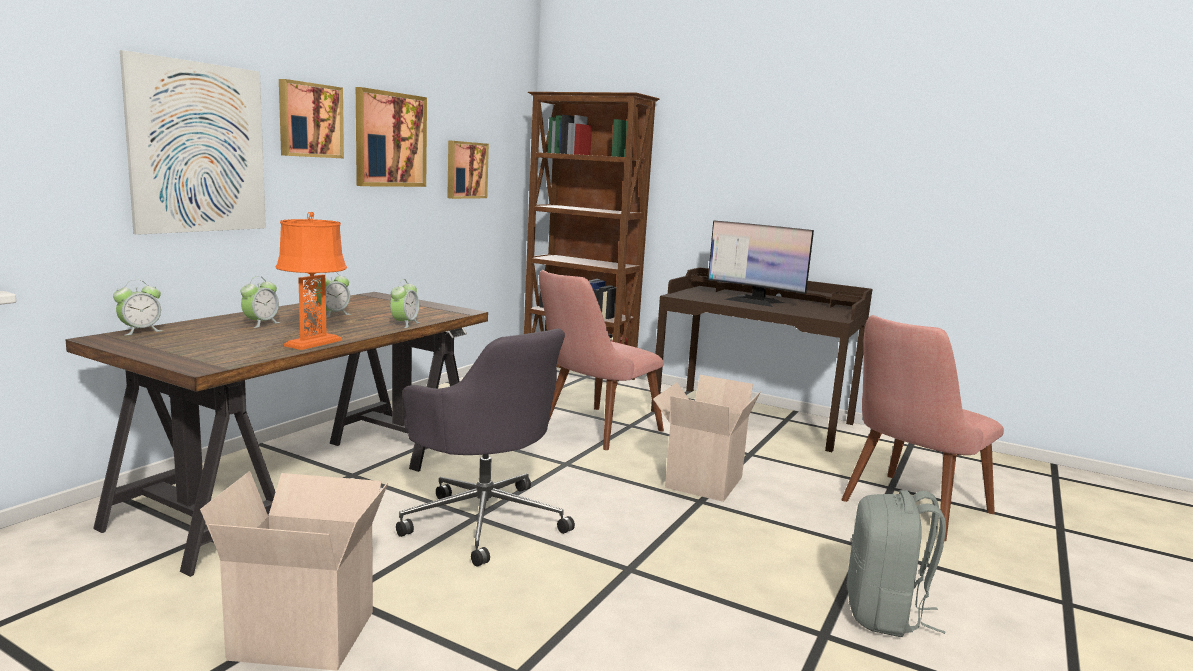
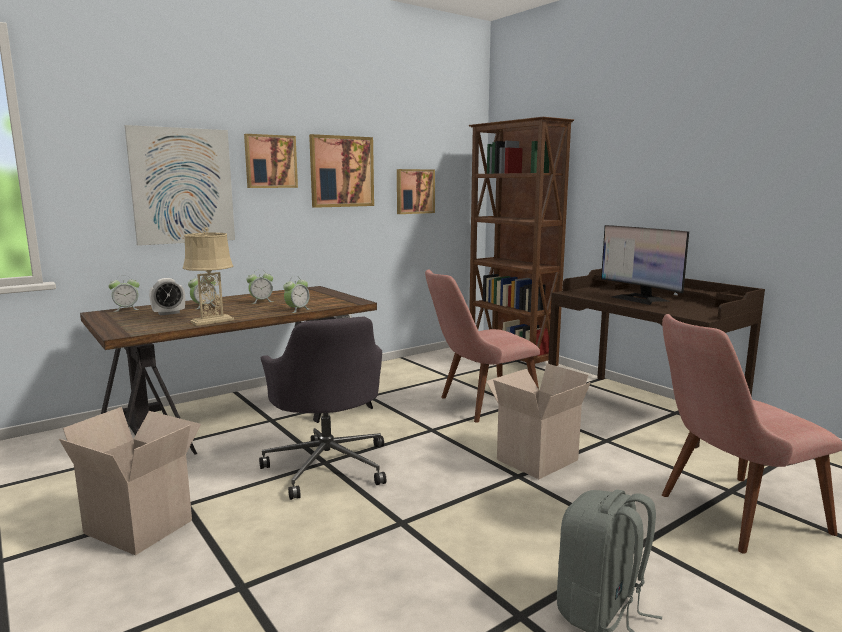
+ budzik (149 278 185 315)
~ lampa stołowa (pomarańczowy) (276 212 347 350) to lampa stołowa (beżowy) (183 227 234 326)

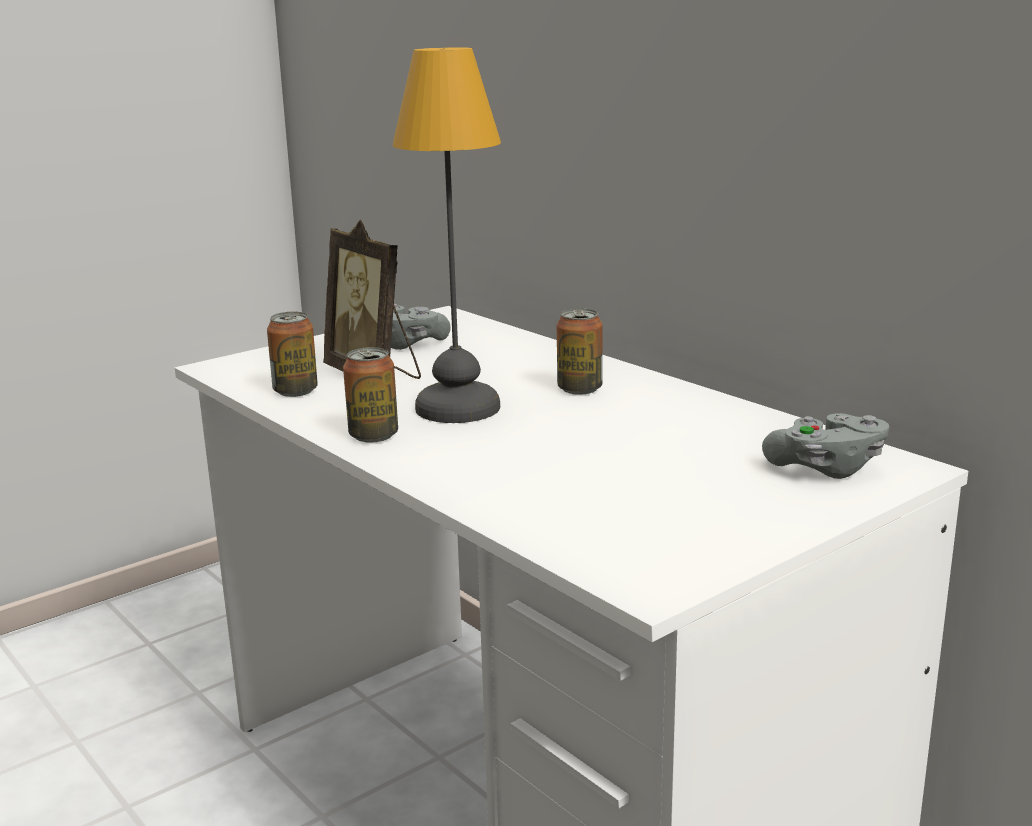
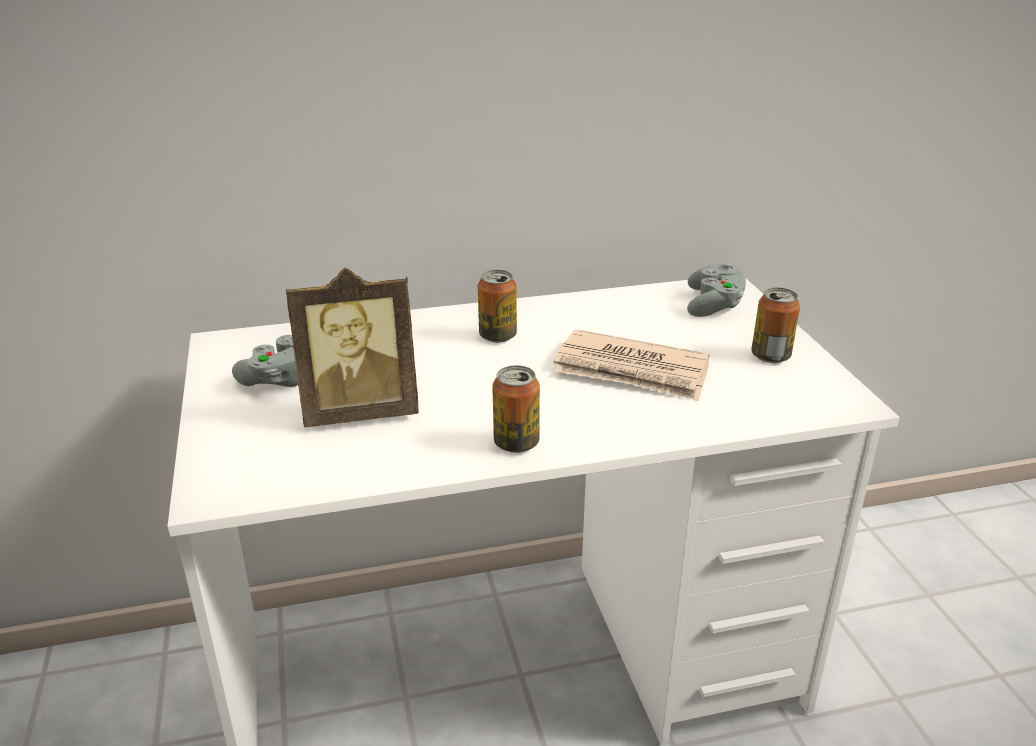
+ gazeta (554 329 710 401)
~ puszka (267 312 318 397) to (751 287 800 363)
- lampa stołowa (393 47 501 423)

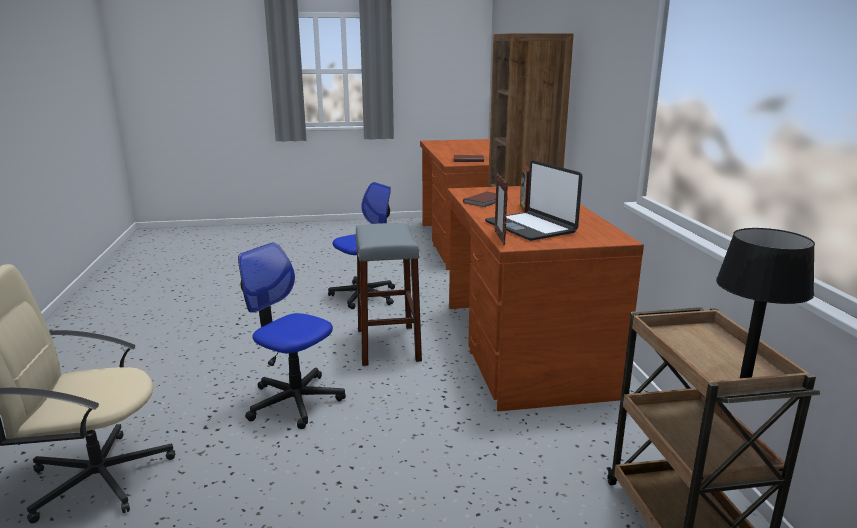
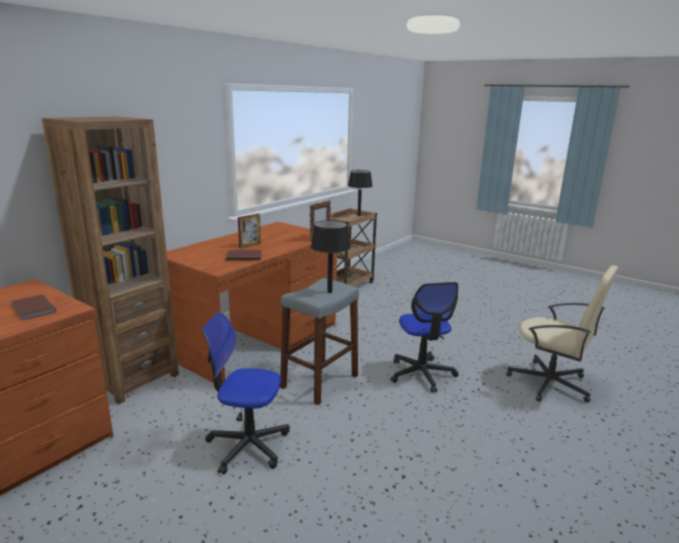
+ lampa stołowa (czarny) (311 220 351 293)
- laptop (485 160 583 241)

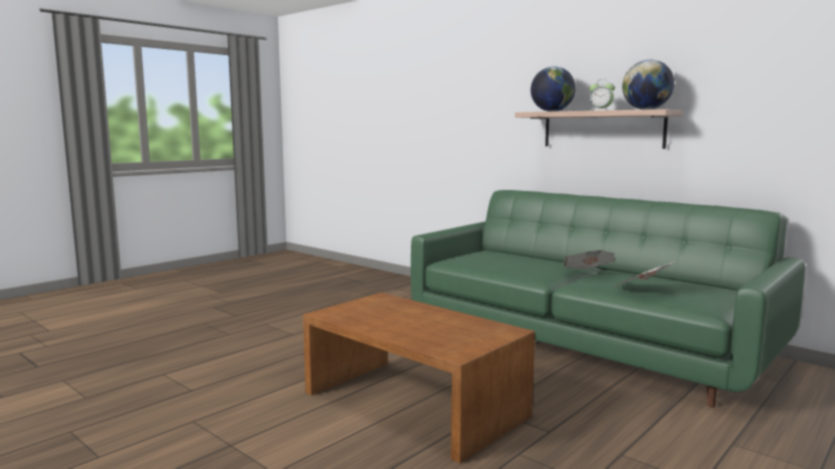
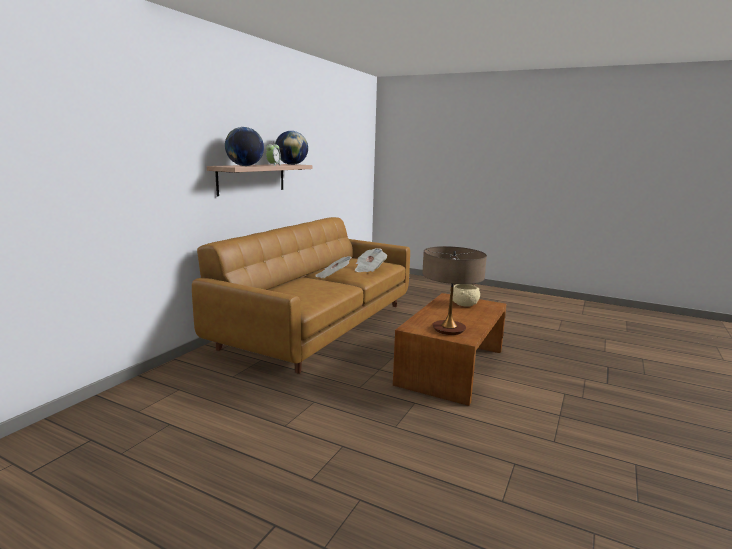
~ kanapa (zielony) (411 190 805 407) to kanapa (brązowy) (192 217 410 374)
+ lampa stołowa (422 246 487 335)
+ miska (beżowy) (453 284 480 307)

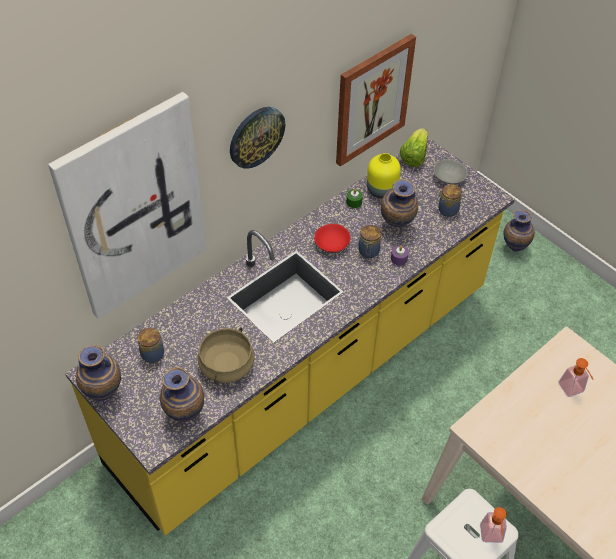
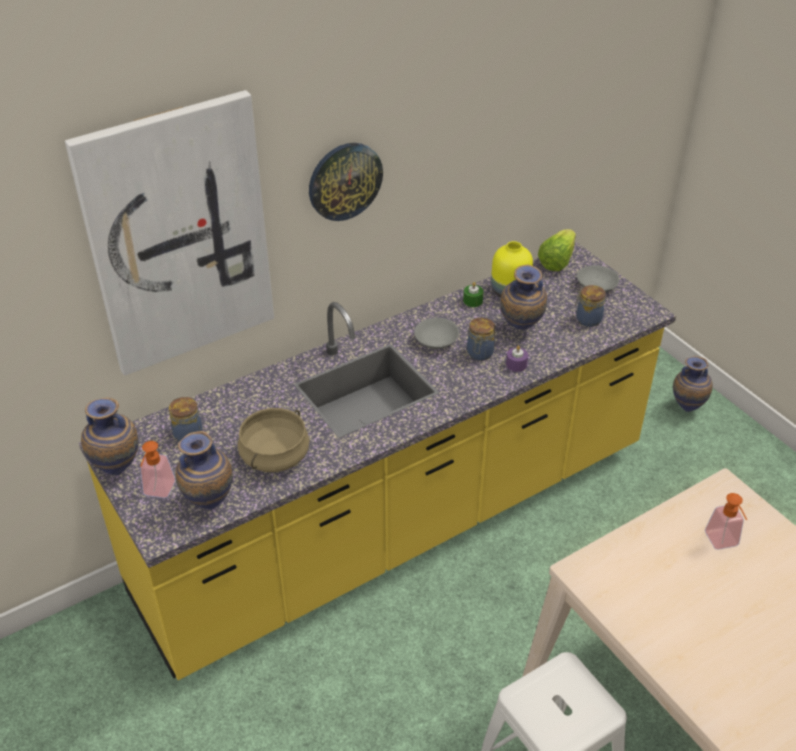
~ dozownik mydła (480 507 507 543) to (140 441 176 498)
~ miska (czerwony) (314 224 350 253) to miska (szary) (414 318 459 349)
- obraz (336 34 416 167)

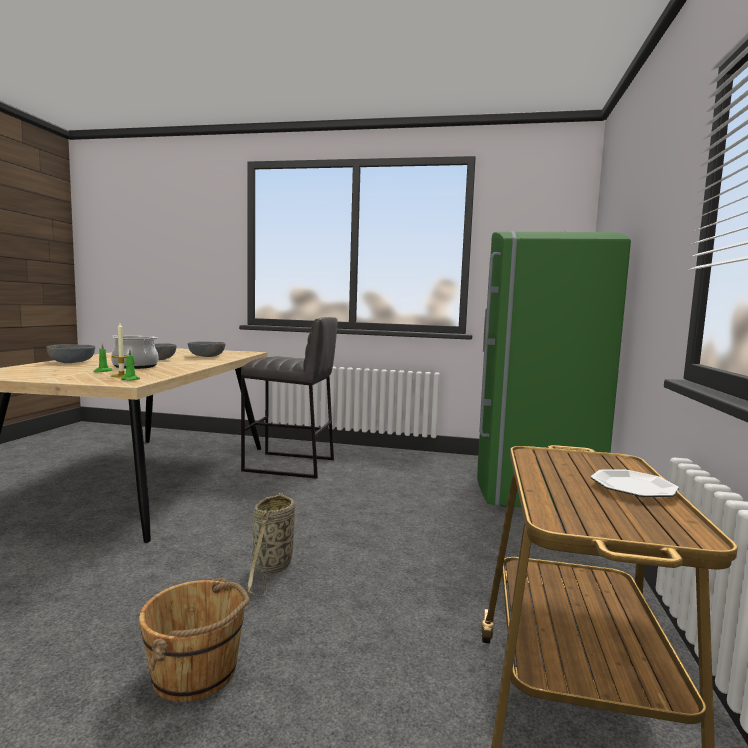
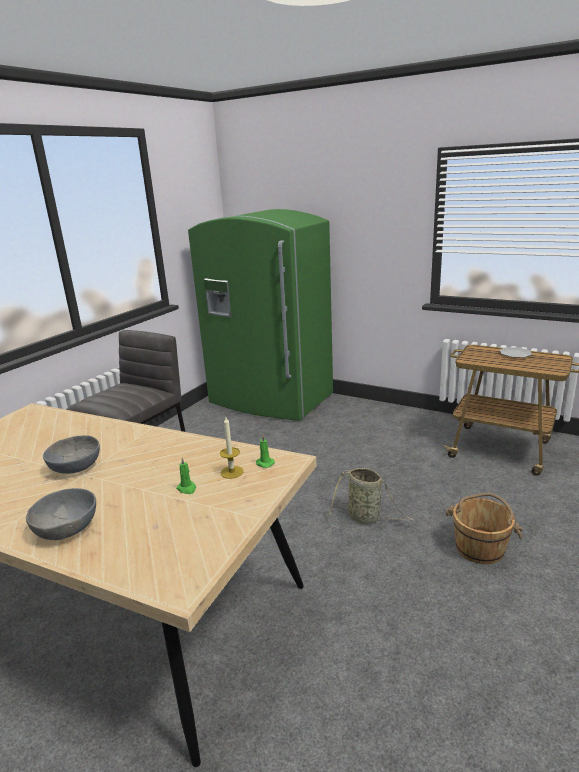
- garnek (111 335 159 369)
- miska (szary) (188 342 225 357)

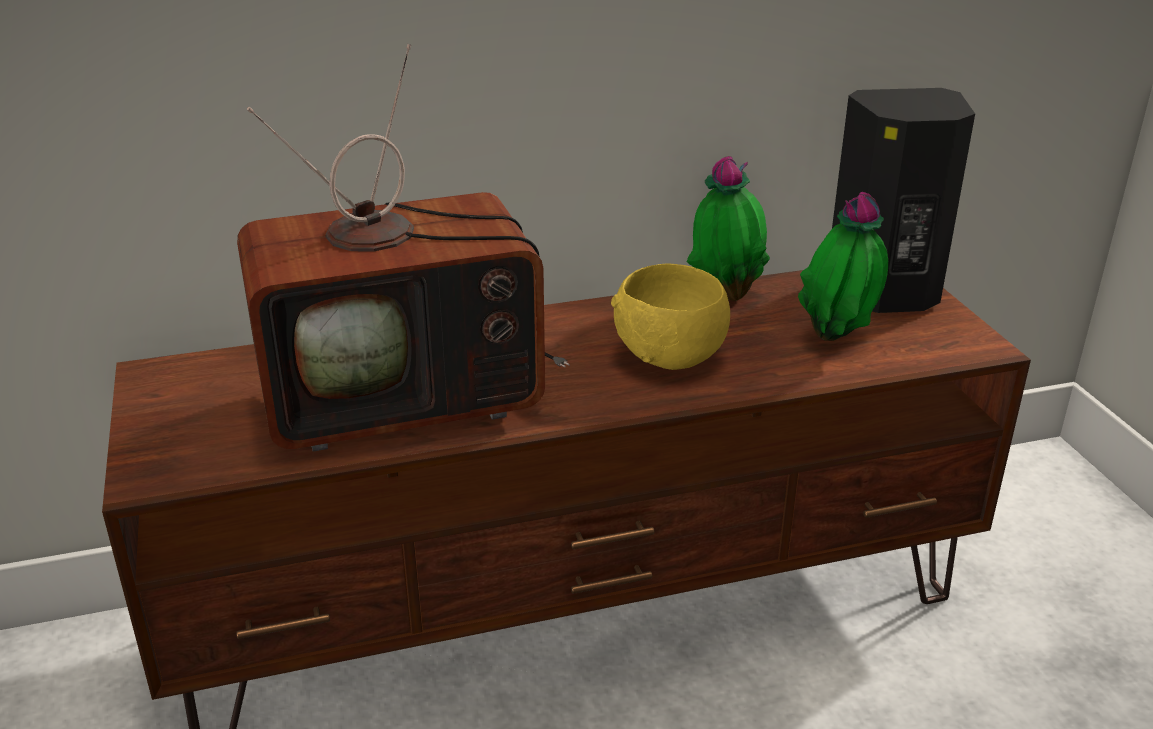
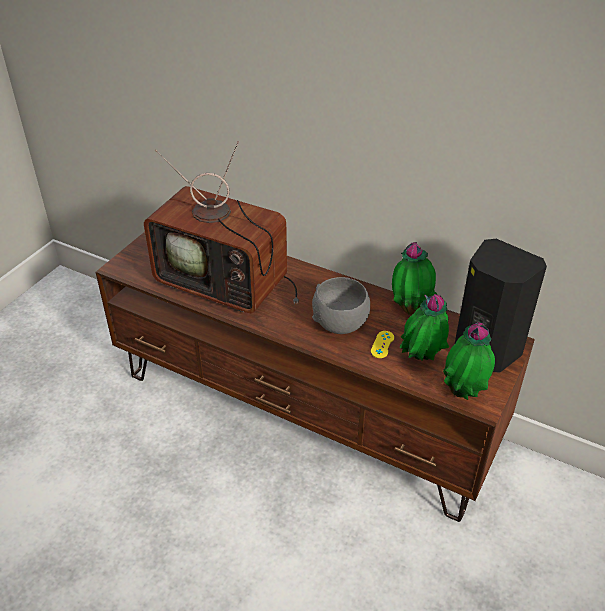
~ miska (żółty) (611 264 730 370) to miska (szary) (312 277 370 334)
+ pad do gier (żółty) (371 331 394 358)
+ roślina doniczkowa (443 322 495 400)

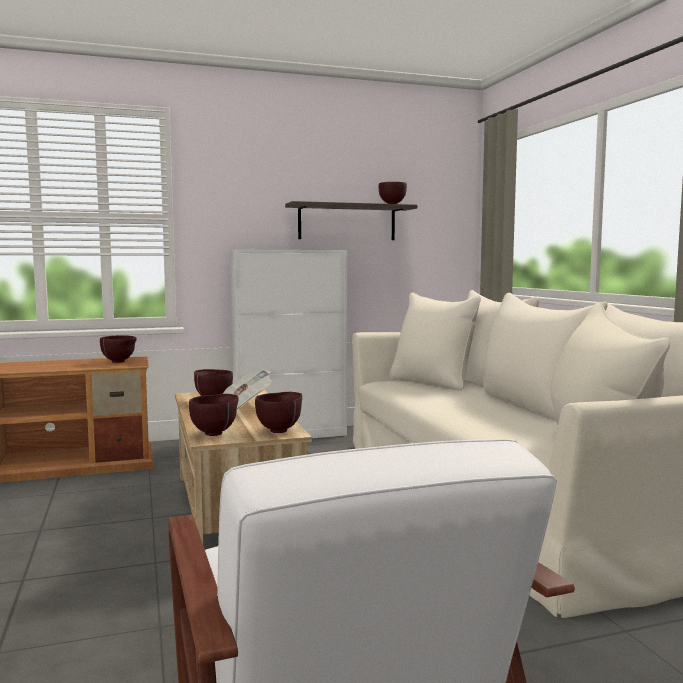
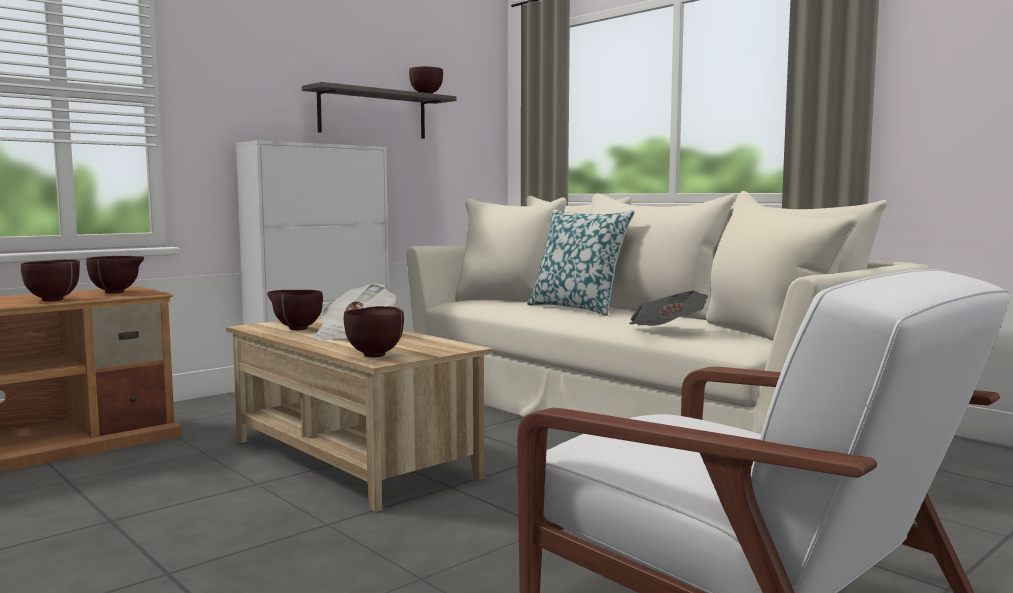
~ miska (brązowy) (255 392 302 433) to (21 260 80 301)
+ poduszka (527 209 635 316)
+ gazeta (629 291 709 326)

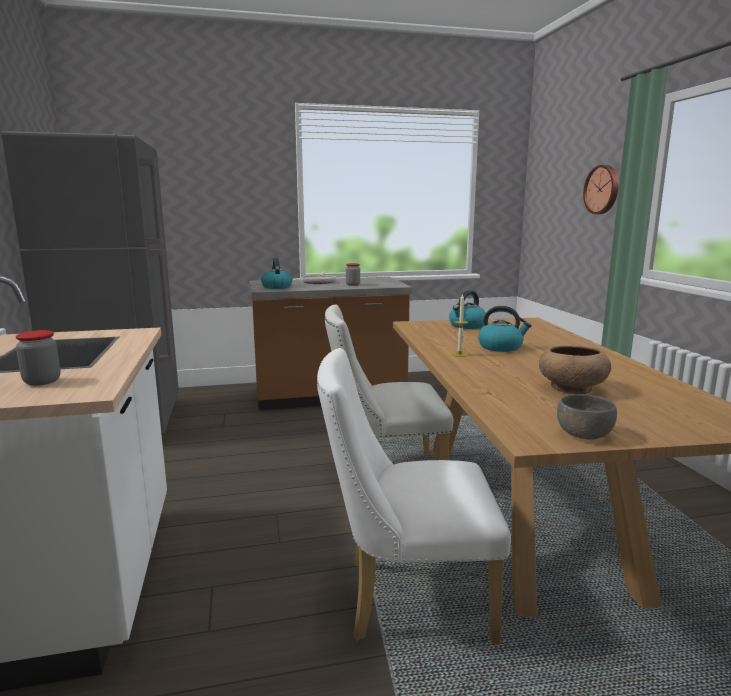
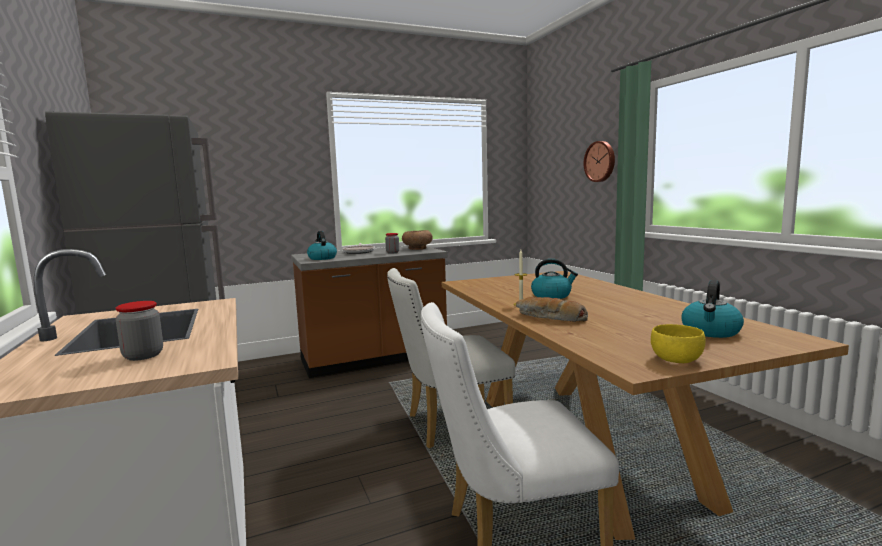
~ miska (brązowy) (539 345 611 394) to (402 230 433 250)
+ chleb (516 297 588 322)
~ miska (szary) (557 394 617 440) to miska (żółty) (651 324 706 363)
~ czajnik (449 290 486 329) to (681 280 744 338)

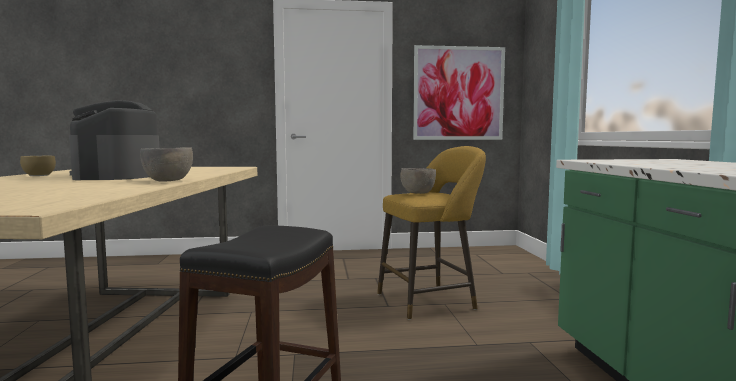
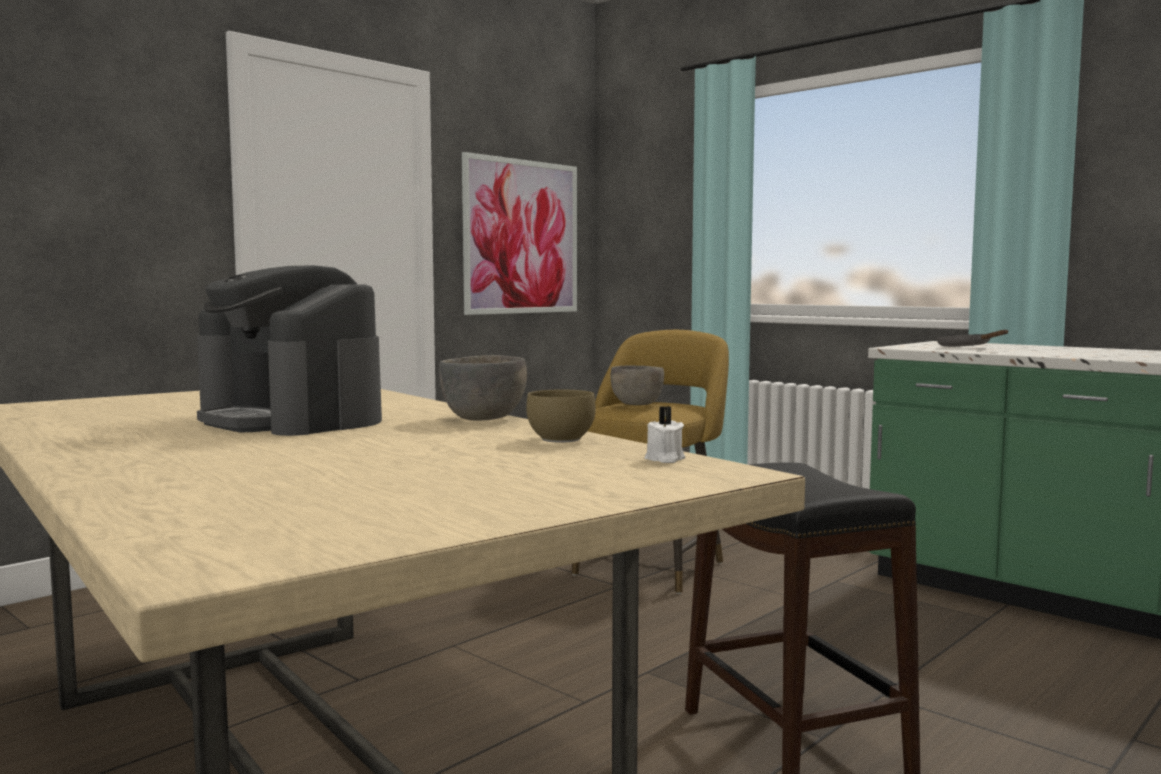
~ miska (brązowy) (20 156 56 176) to (526 390 596 443)
+ świeca (biały) (644 406 685 463)
+ patelnia (szary) (936 330 1008 347)

